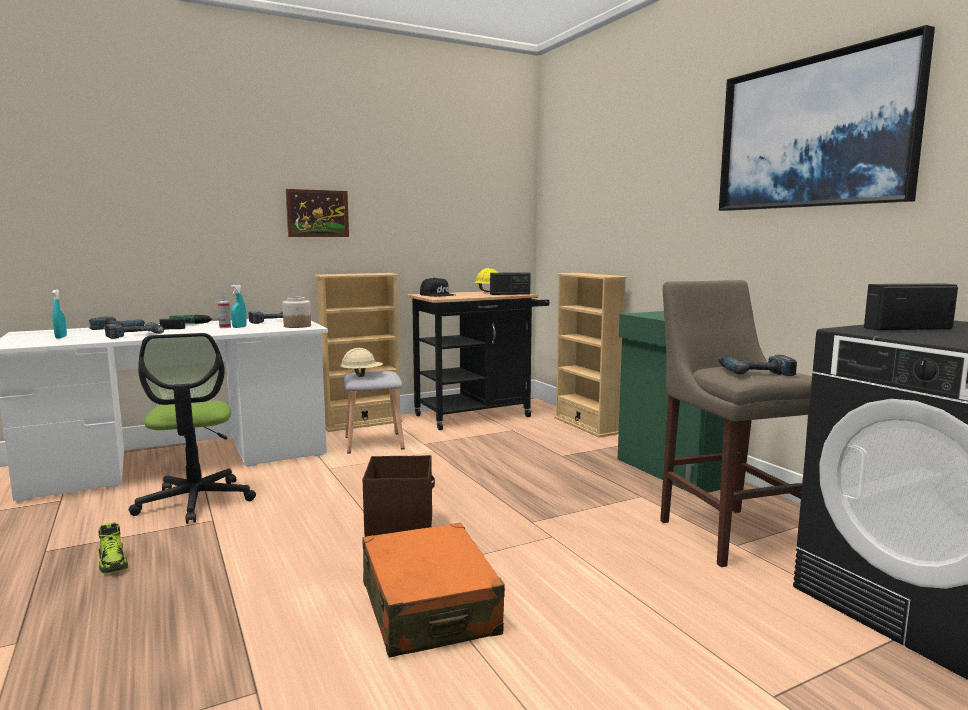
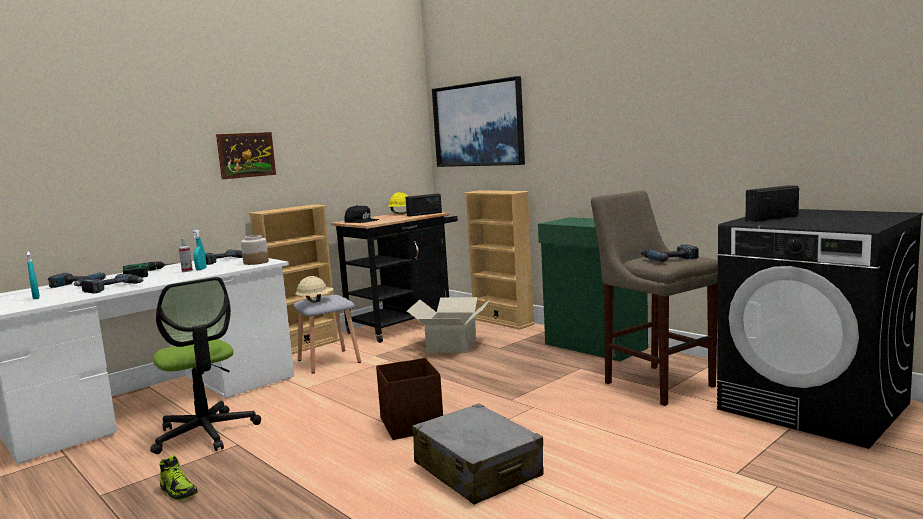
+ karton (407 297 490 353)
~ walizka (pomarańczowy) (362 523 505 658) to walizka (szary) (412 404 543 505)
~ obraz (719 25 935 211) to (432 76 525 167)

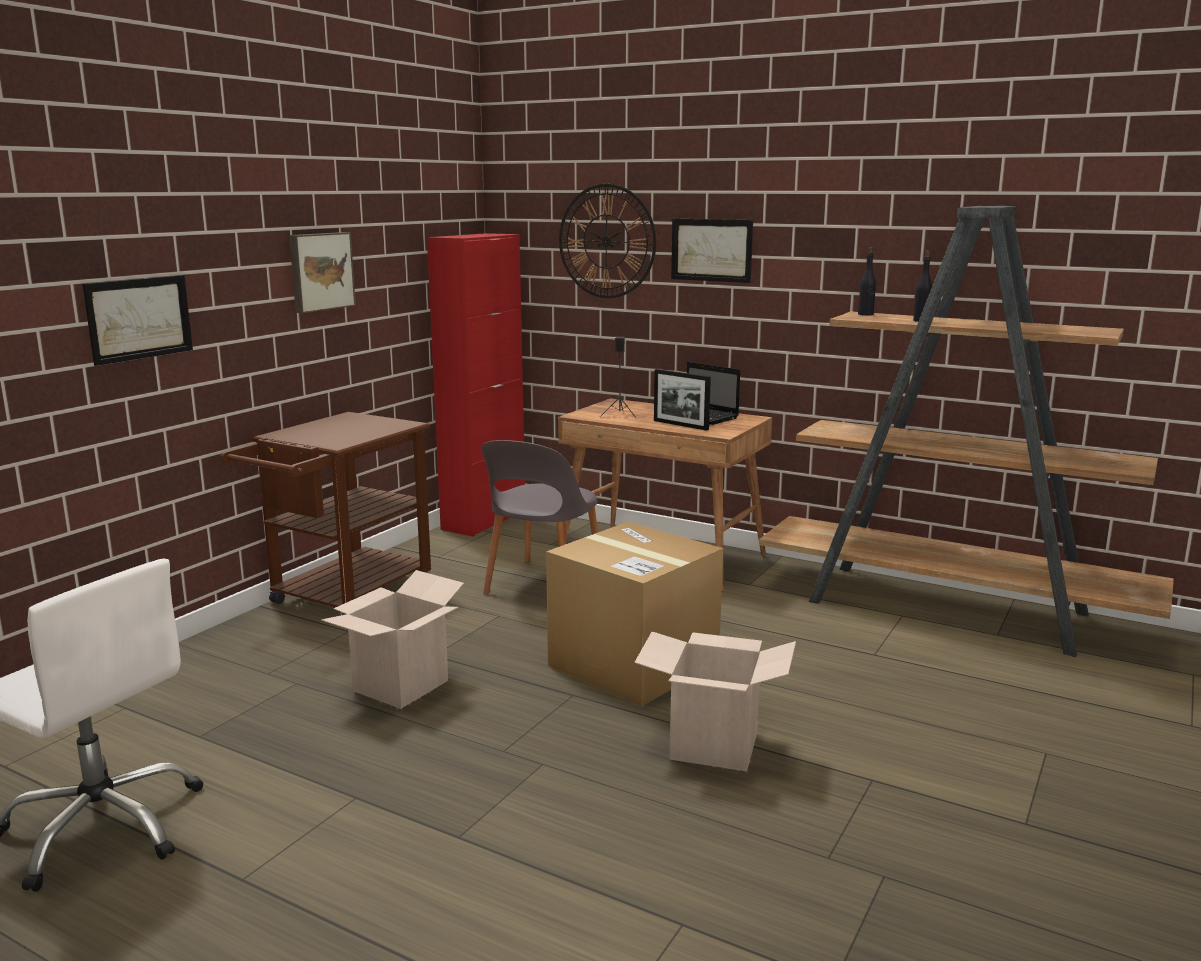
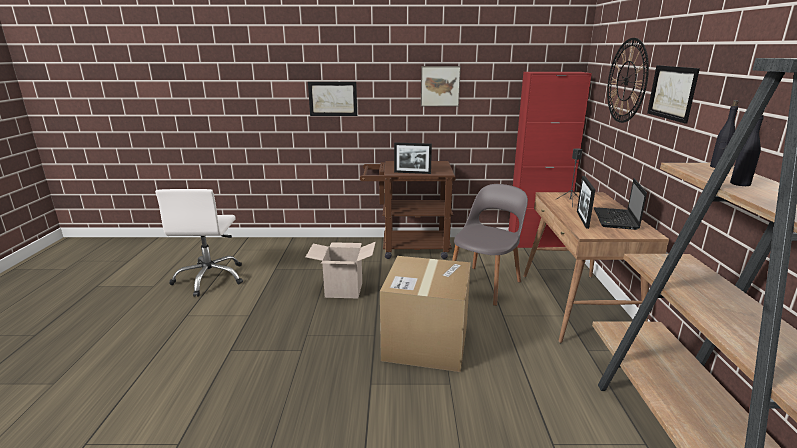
+ ramka na zdjęcie (394 142 432 174)
~ krzesło (szary) (482 440 598 595) = (452 184 528 306) 135 degrees clockwise
- karton (634 631 796 771)

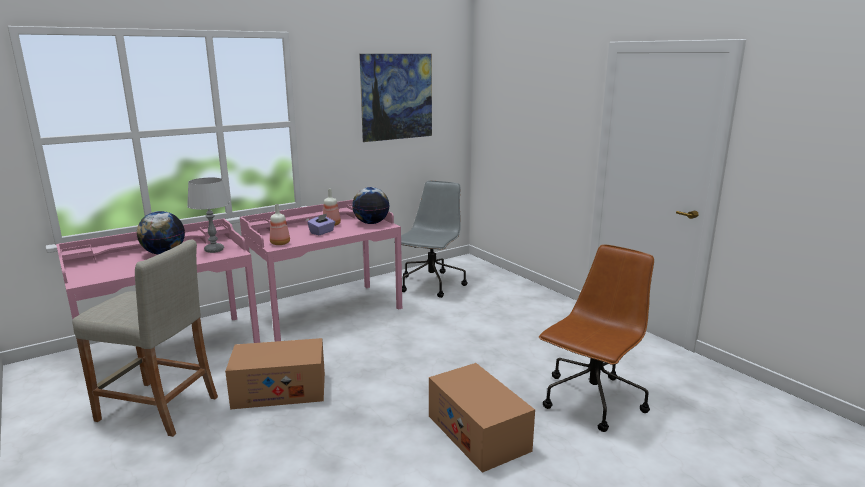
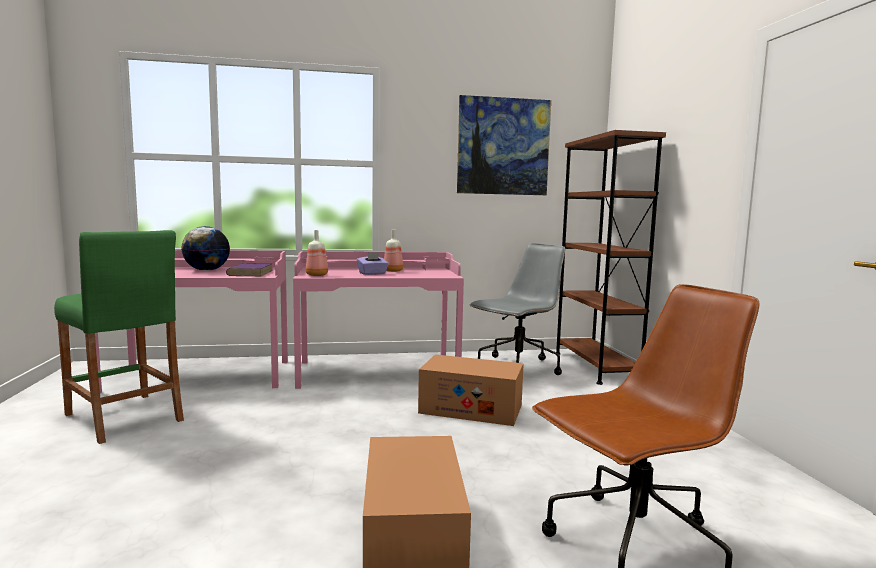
~ stołek (beżowy) (72 239 218 437) to stołek (zielony) (54 230 184 444)
~ lampa stołowa (szary) (187 177 230 253) to książka (fioletowy) (226 263 273 276)
~ karton (225 338 325 409) to (418 354 524 426)
+ regał (brązowy) (556 130 666 385)
- globus (352 187 390 224)

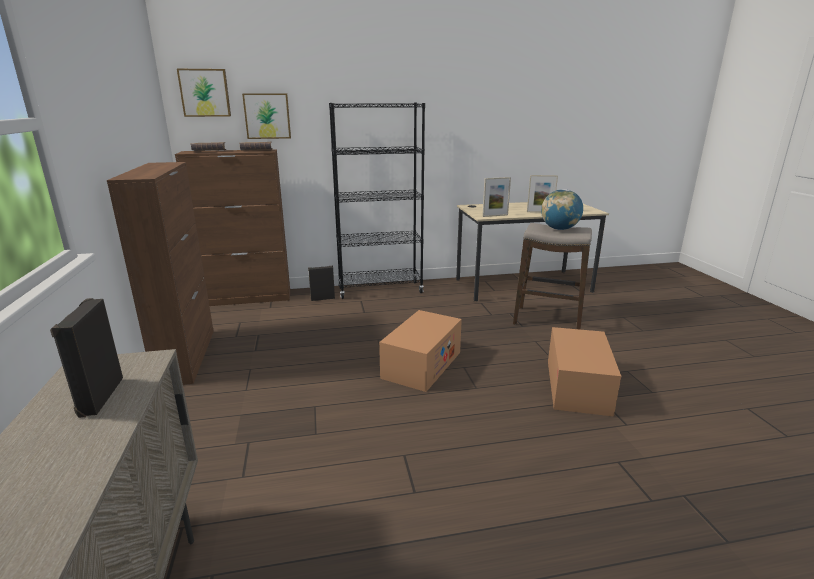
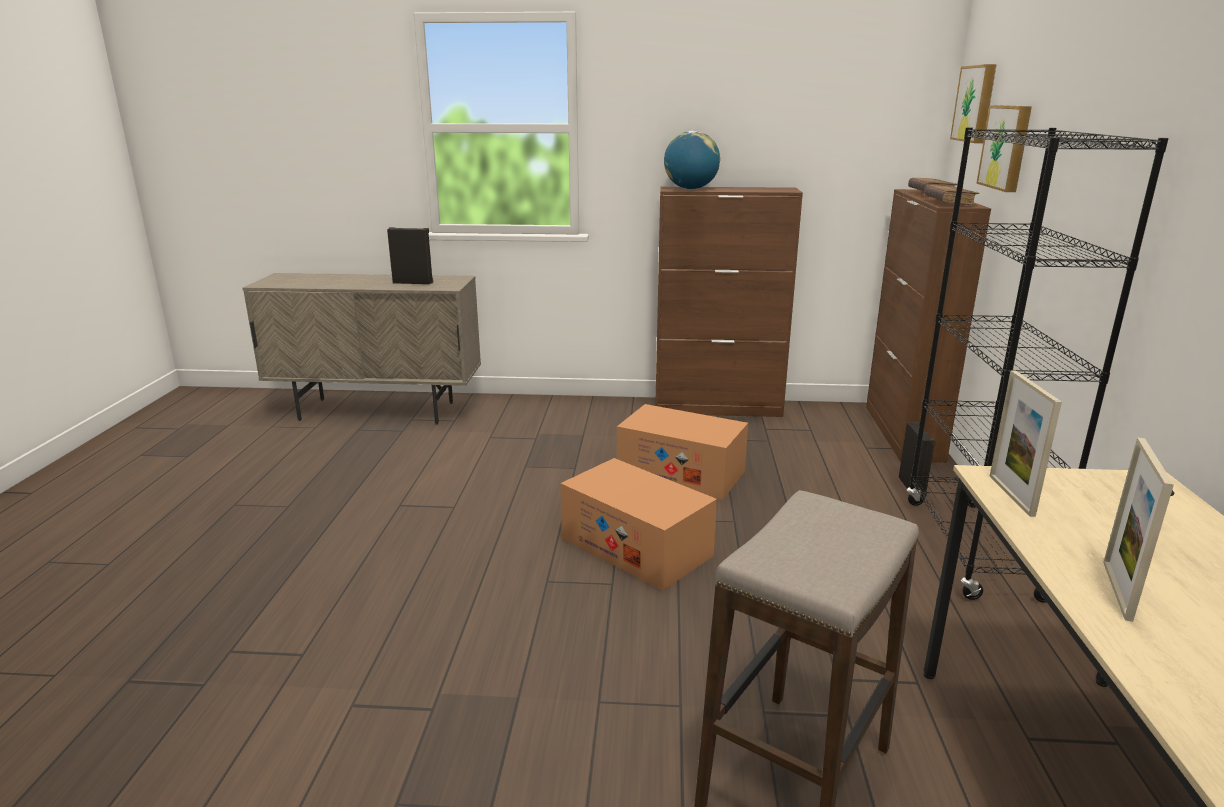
~ karton (548 327 621 417) to (617 404 748 499)
~ globus (541 189 583 230) to (664 131 720 189)

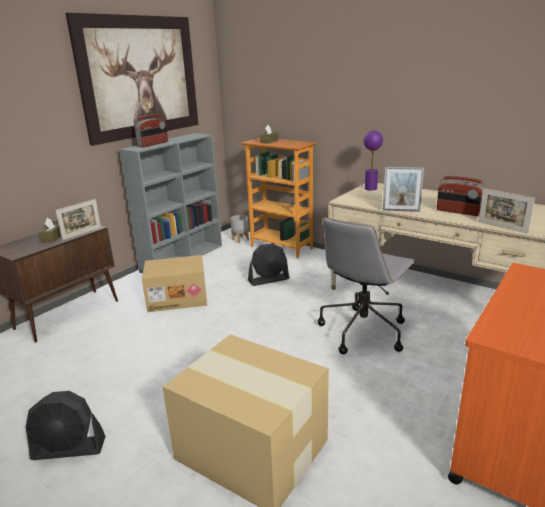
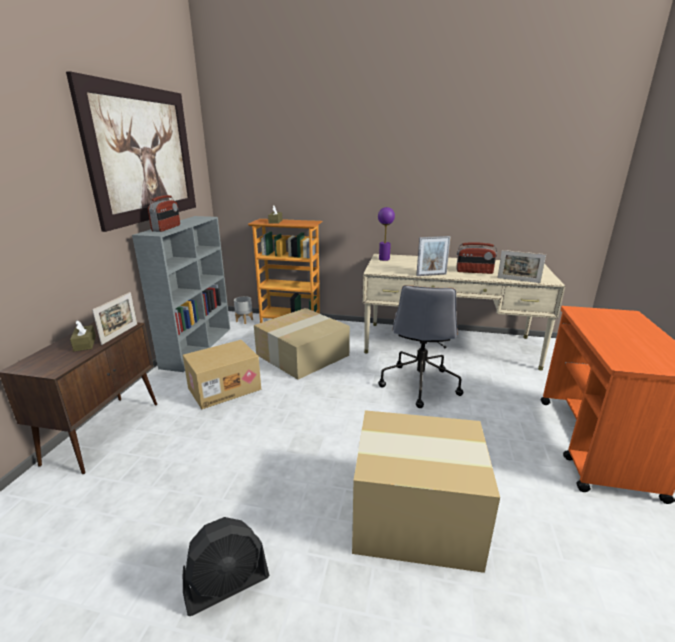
~ wentylator (czarny) (248 243 289 286) to karton (254 308 350 380)

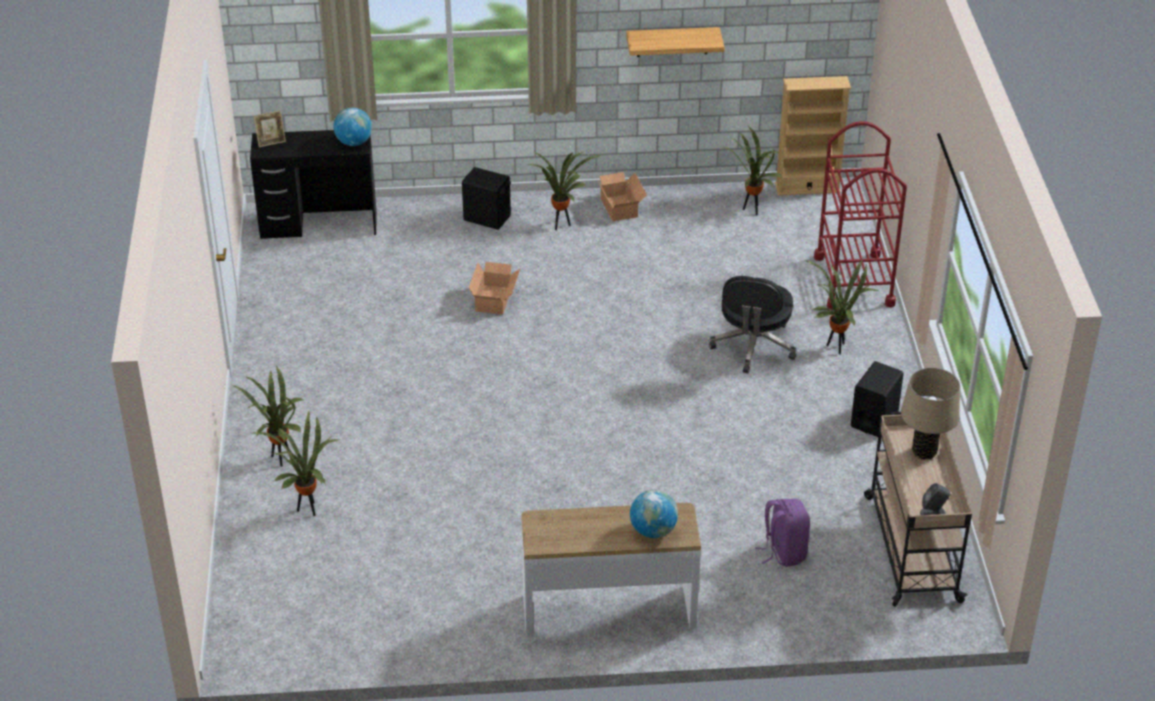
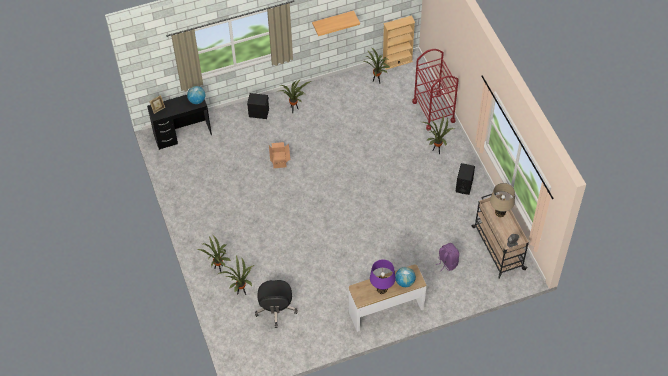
~ krzesło biurowe (czarny) (709 276 796 373) to (255 280 298 328)
+ lampa stołowa (fioletowy) (370 259 396 294)
- karton (597 172 647 222)

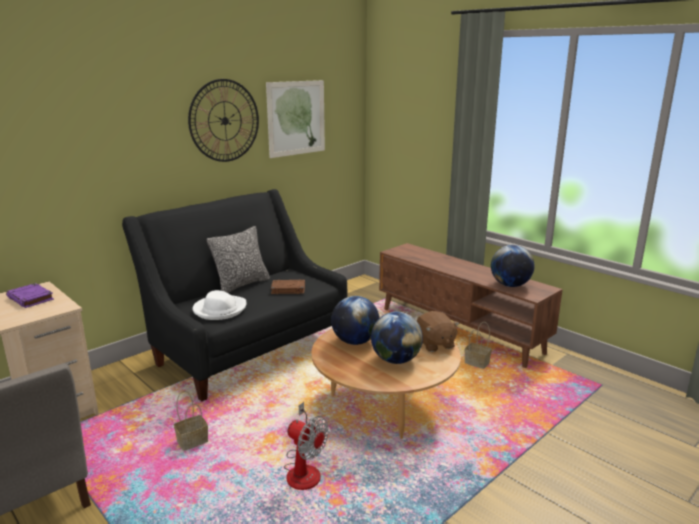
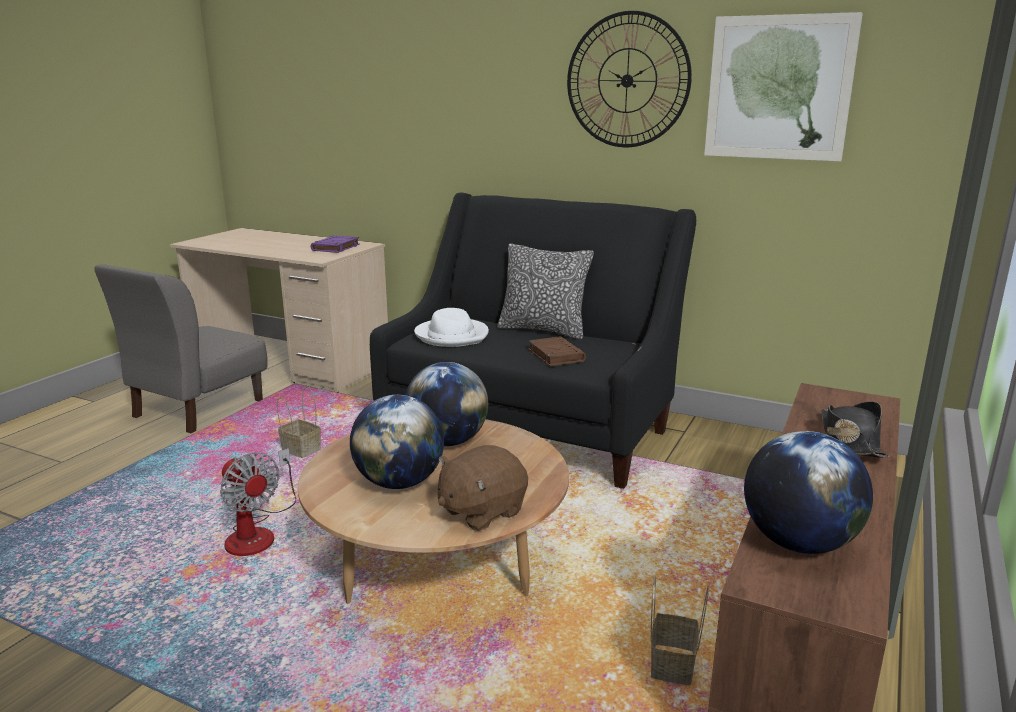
~ wentylator (284 402 329 490) = (220 448 296 556) 60 degrees counterclockwise
+ kapelusz (czarny) (821 402 890 457)

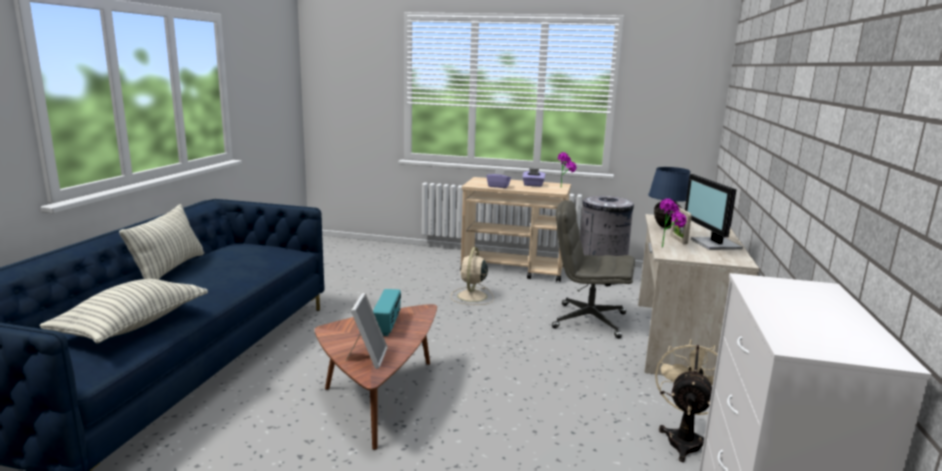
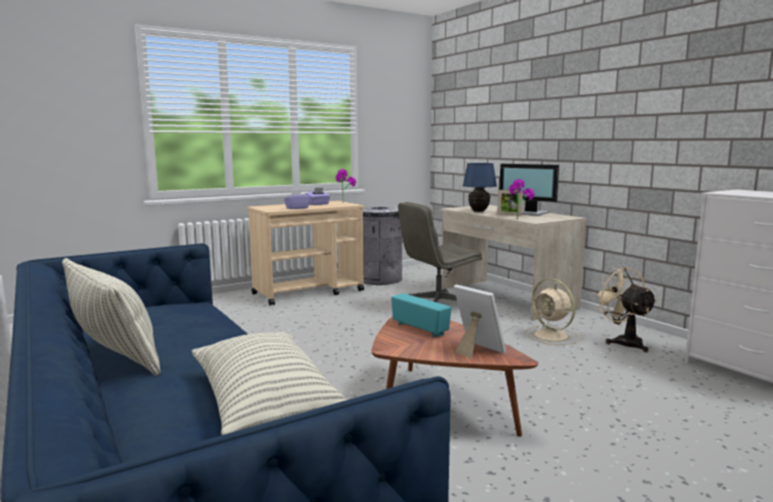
~ wentylator (beżowy) (451 247 494 305) to (525 279 580 345)

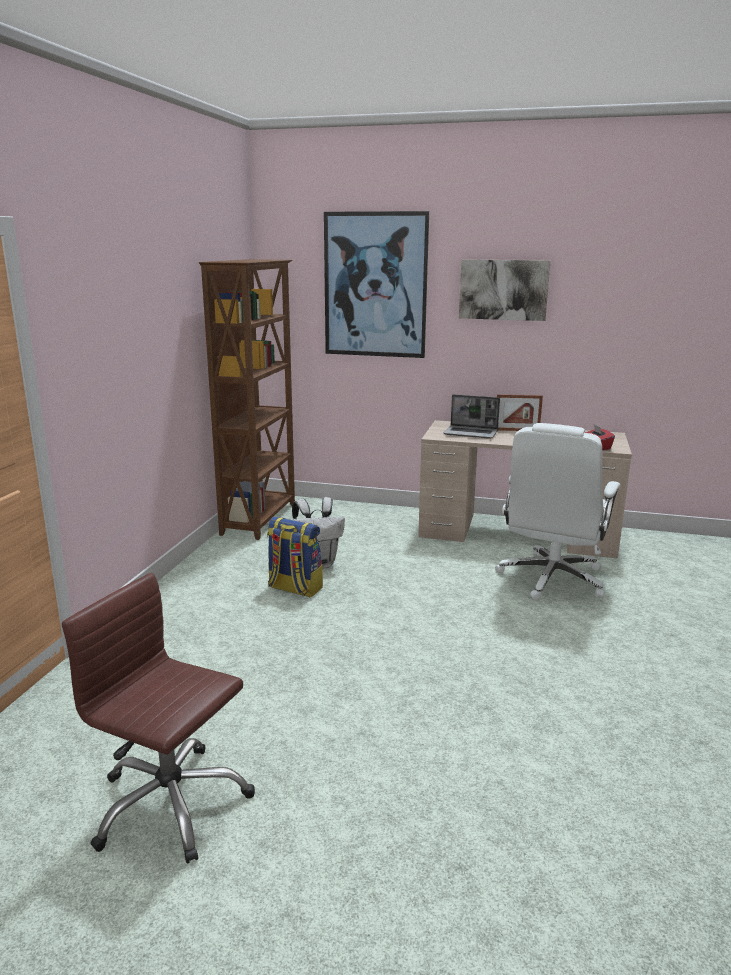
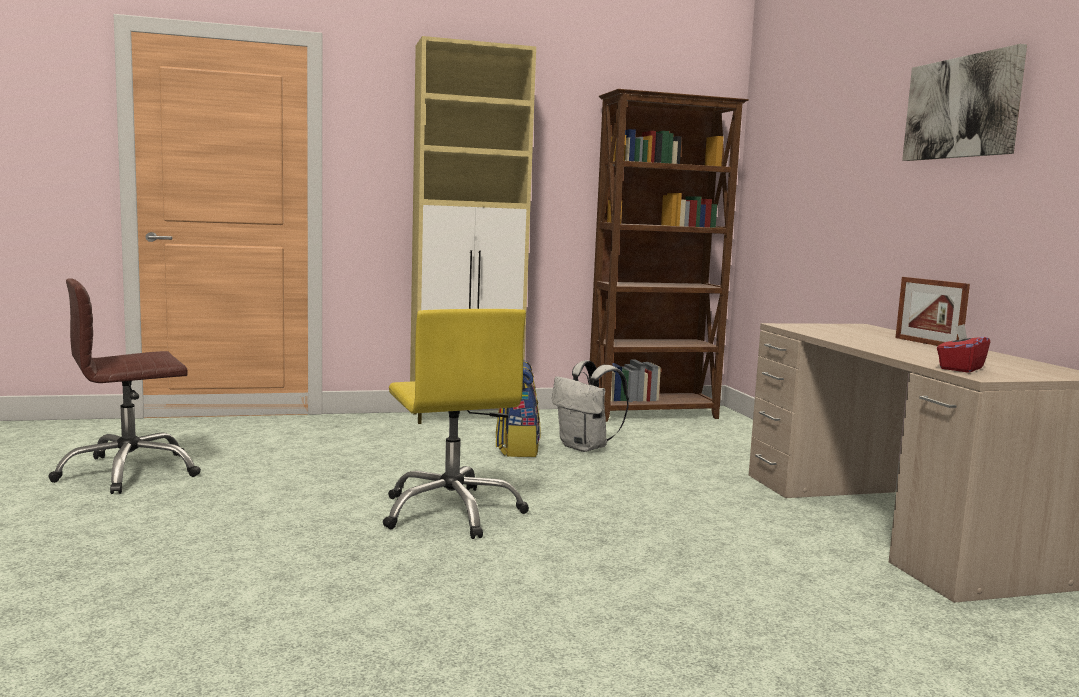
~ krzesło biurowe (brązowy) (62 573 255 864) = (48 278 201 494) 120 degrees counterclockwise
+ krzesło biurowe (żółty) (383 309 529 539)
+ szafka (beżowy) (410 36 536 424)
- obraz (324 211 429 358)
- laptop (444 394 500 439)
- krzesło biurowe (biały) (495 423 620 600)

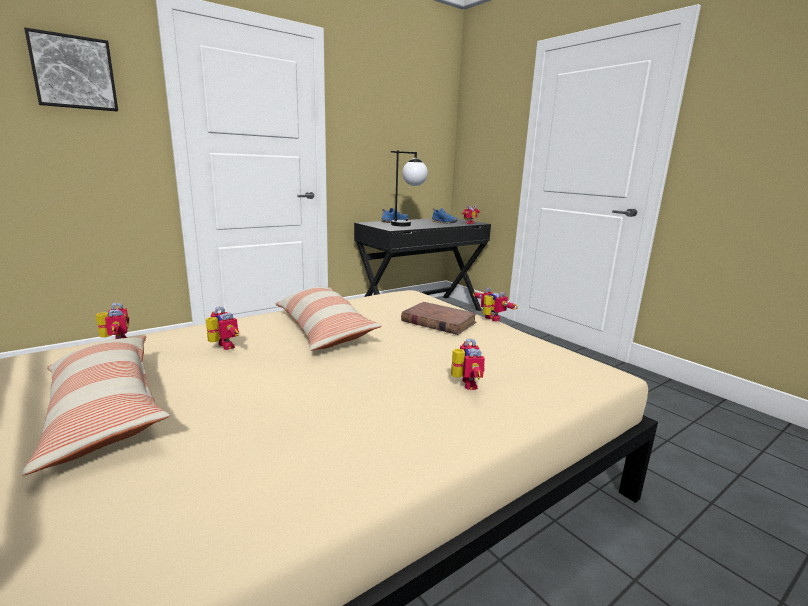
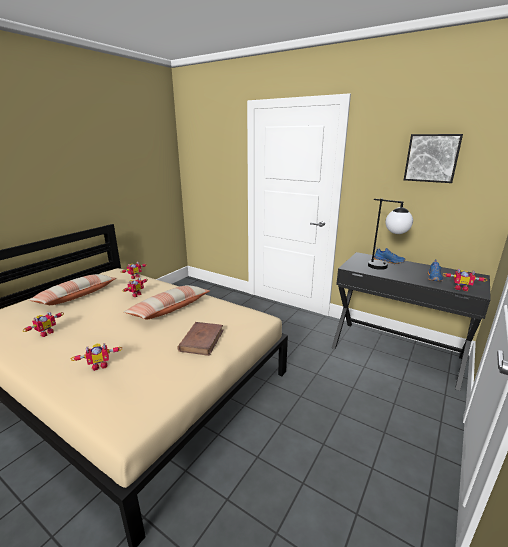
~ robot zabawkowy (473 287 518 322) to (22 312 63 337)
~ obraz (24 27 118 112) to (404 134 463 183)

